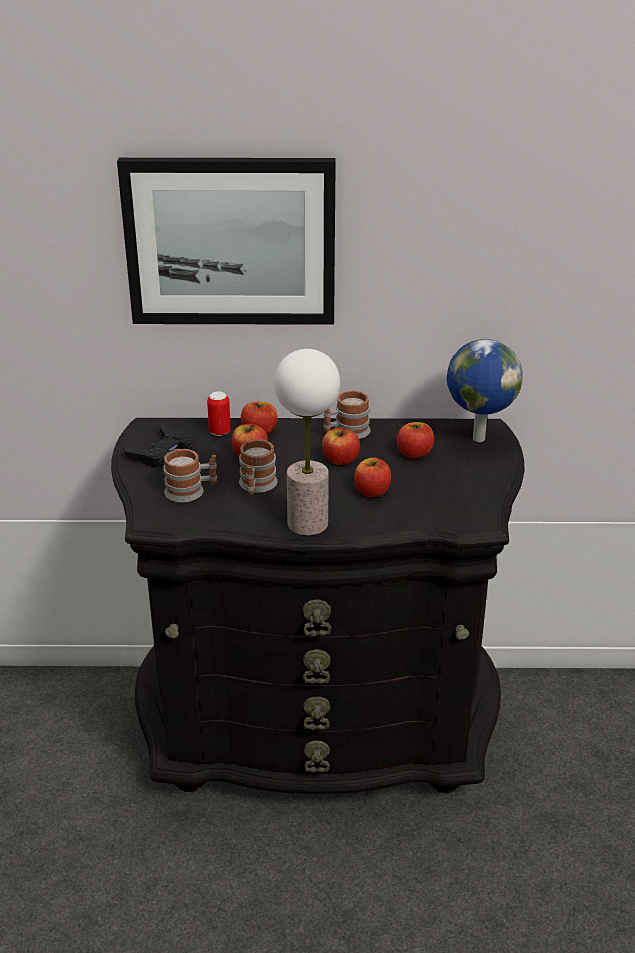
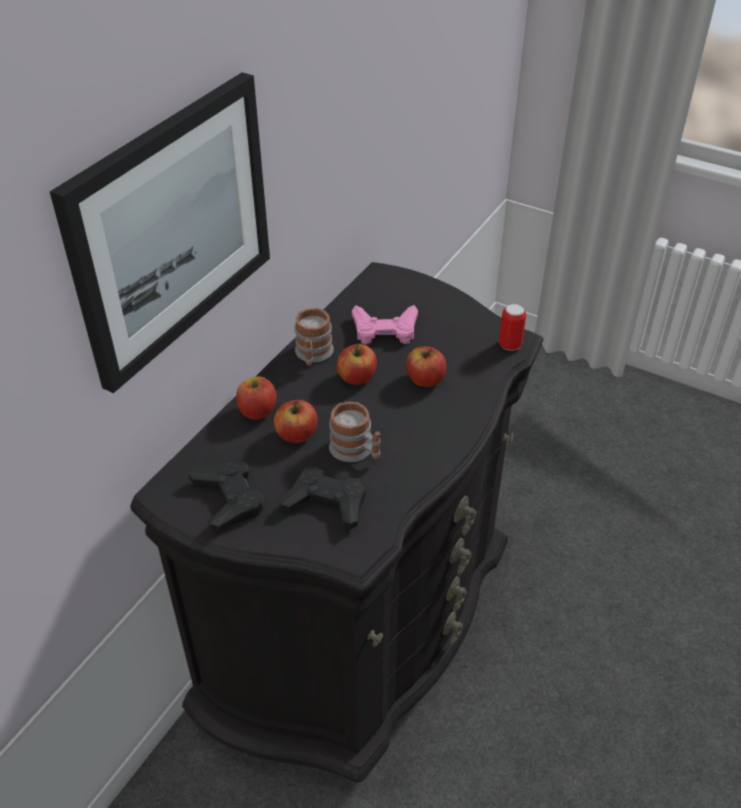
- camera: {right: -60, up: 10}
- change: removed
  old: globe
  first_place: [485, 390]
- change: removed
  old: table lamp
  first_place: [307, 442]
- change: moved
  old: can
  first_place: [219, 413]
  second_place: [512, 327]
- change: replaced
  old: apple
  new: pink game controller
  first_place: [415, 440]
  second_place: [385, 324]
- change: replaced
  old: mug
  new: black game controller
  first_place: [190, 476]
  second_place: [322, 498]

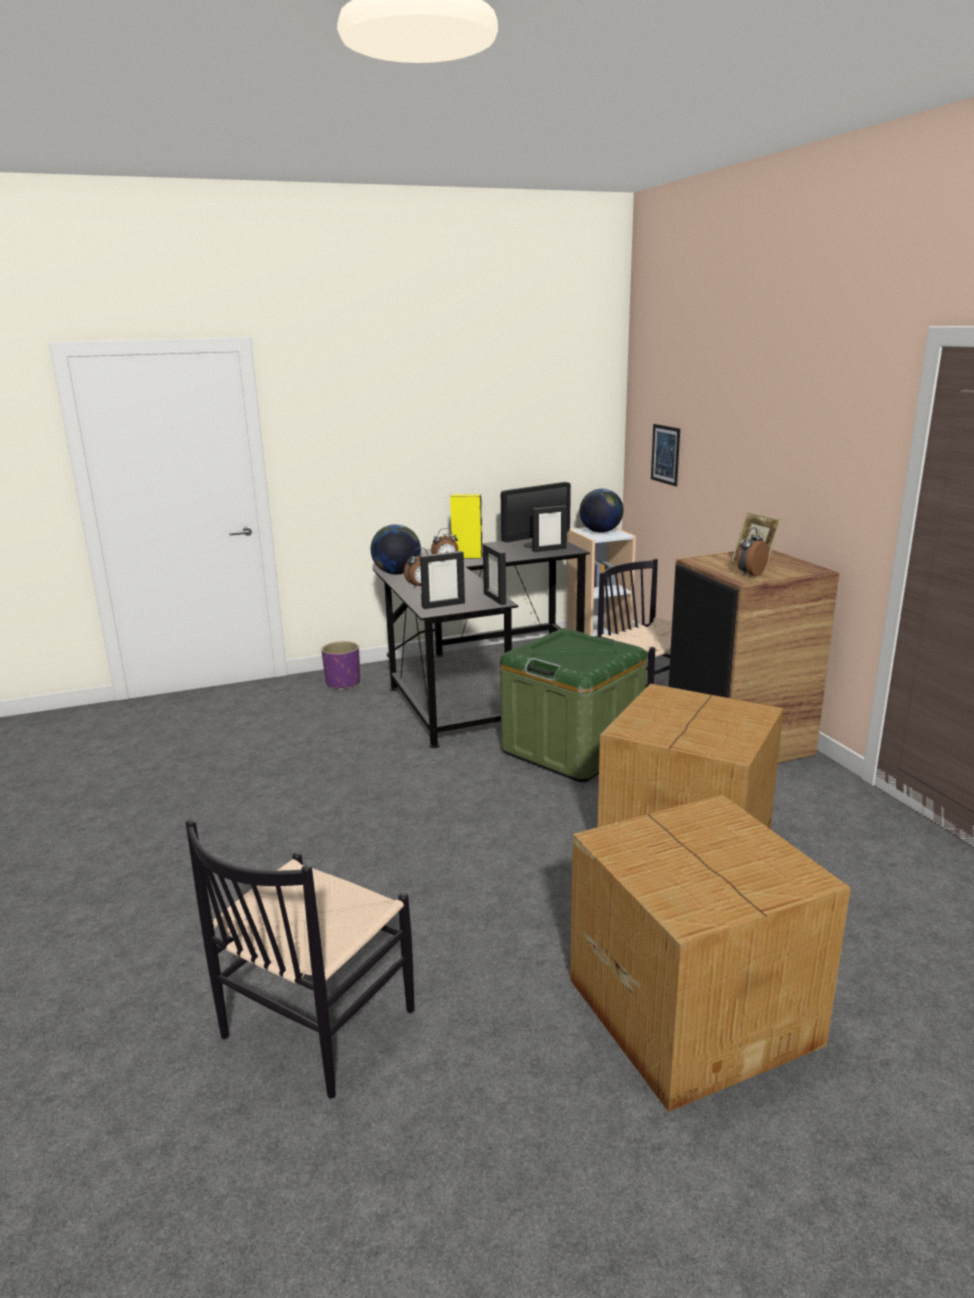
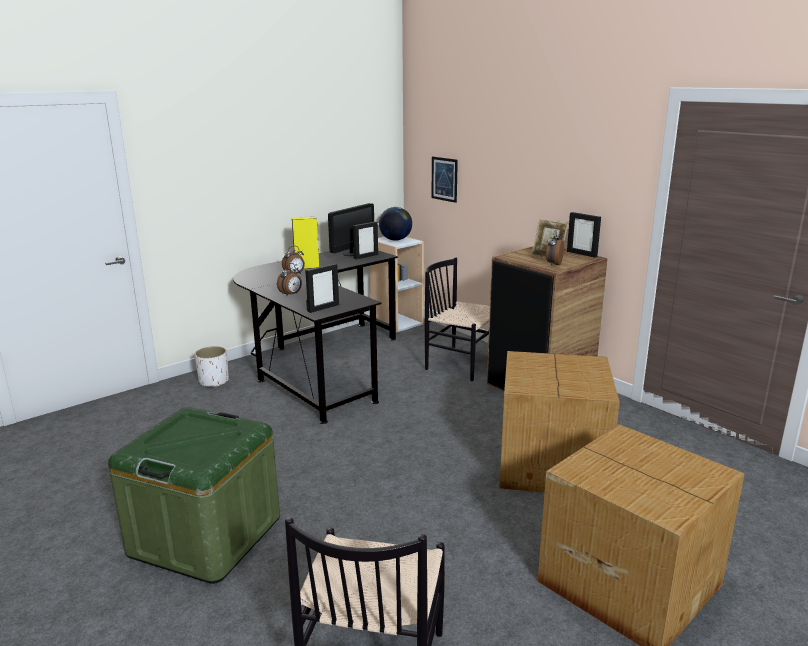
- camera: {right: -20, up: 0}
- change: removed
  old: globe
  first_place: [396, 549]
- change: moved
  old: picture frame
  first_place: [494, 574]
  second_place: [584, 235]
- change: moved
  old: green storage box
  first_place: [573, 705]
  second_place: [194, 495]
- change: recoloured
  old: purple planter
  new: white planter
  first_place: [340, 665]
  second_place: [211, 367]

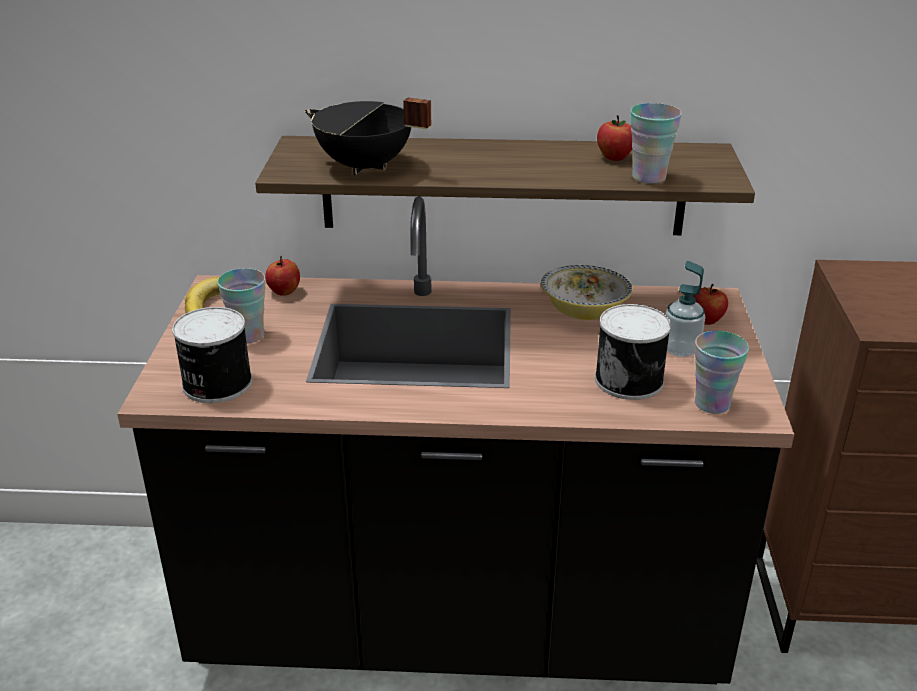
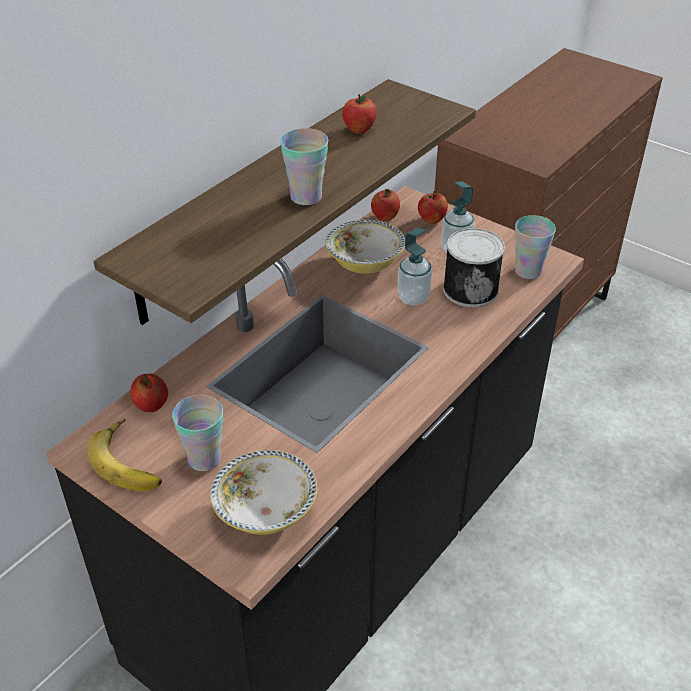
- camera: {right: -55, up: 10}
- change: removed
  old: black cooking pot
  first_place: [368, 136]
- change: moved
  old: cup
  first_place: [656, 143]
  second_place: [304, 166]
- change: replaced
  old: can
  new: bowl
  first_place: [212, 355]
  second_place: [263, 492]
- change: added
  new: apple
  second_place: [385, 205]
- change: added
  new: soap dispenser
  second_place: [414, 267]

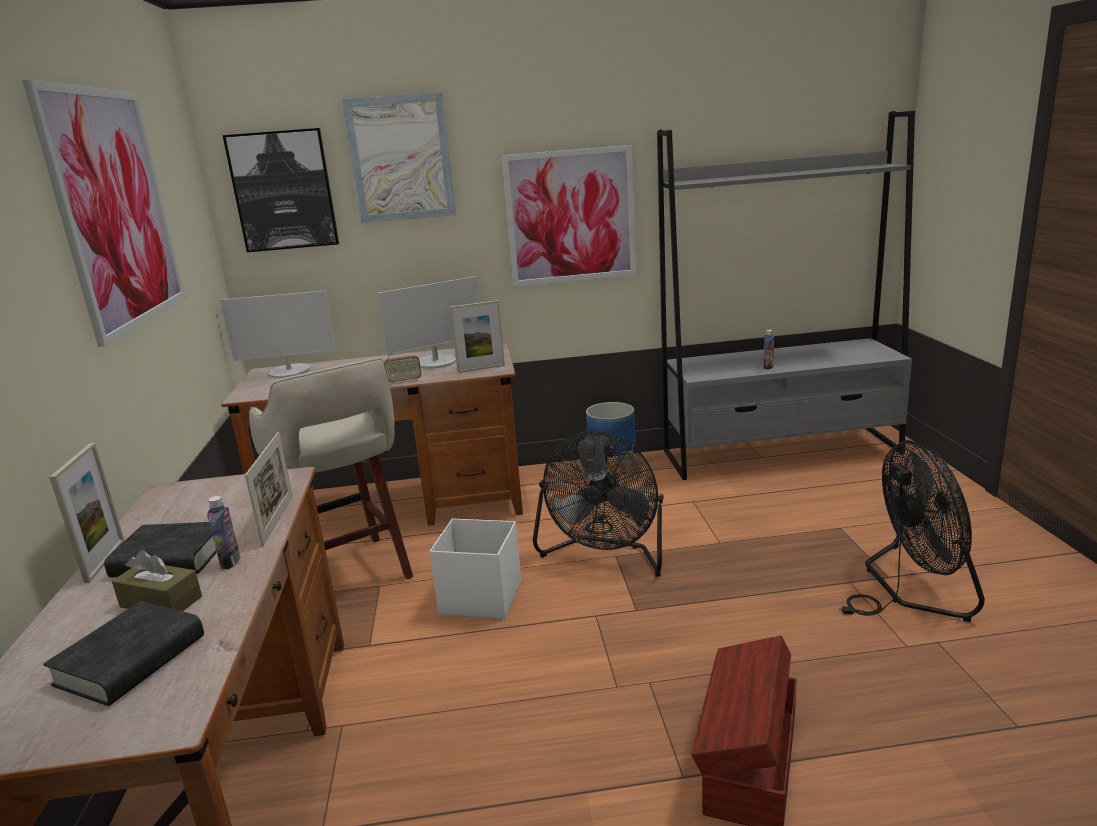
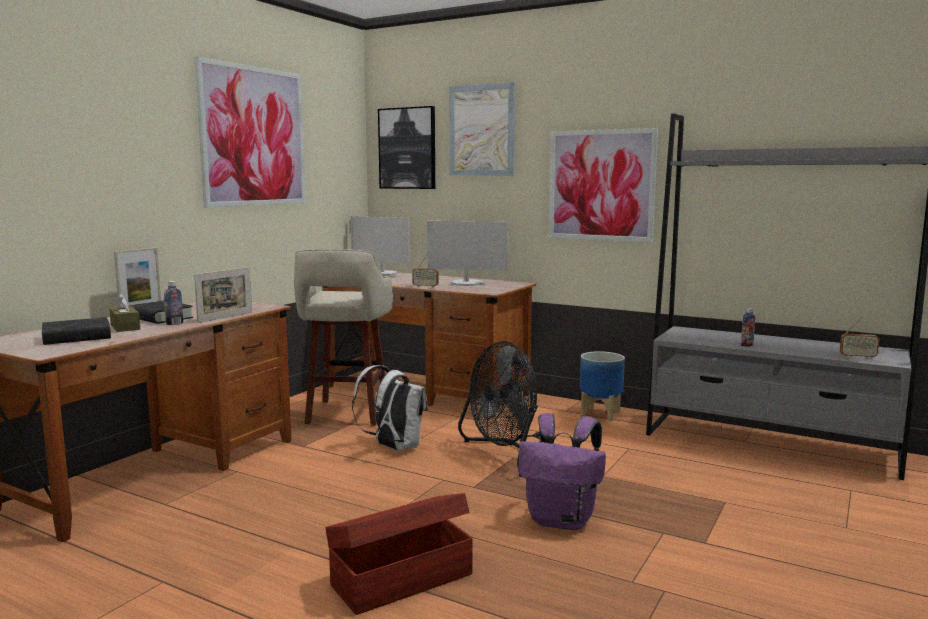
- camera: {right: 35, up: -10}
- change: removed
  old: picture frame
  first_place: [477, 336]
- change: removed
  old: black fan
  first_place: [912, 531]
- change: replaced
  old: white storage box
  new: white backpack
  first_place: [476, 568]
  second_place: [390, 408]
- change: added
  new: radio
  second_place: [860, 338]
- change: added
  new: purple backpack
  second_place: [562, 471]

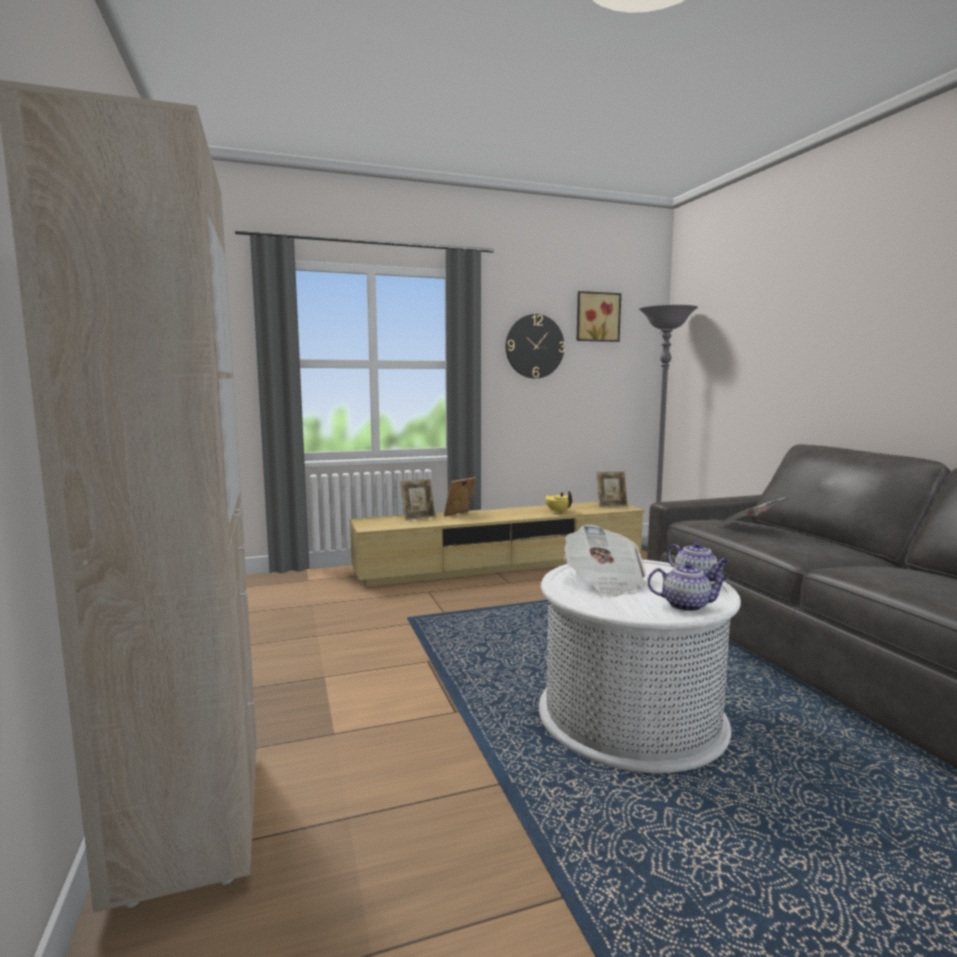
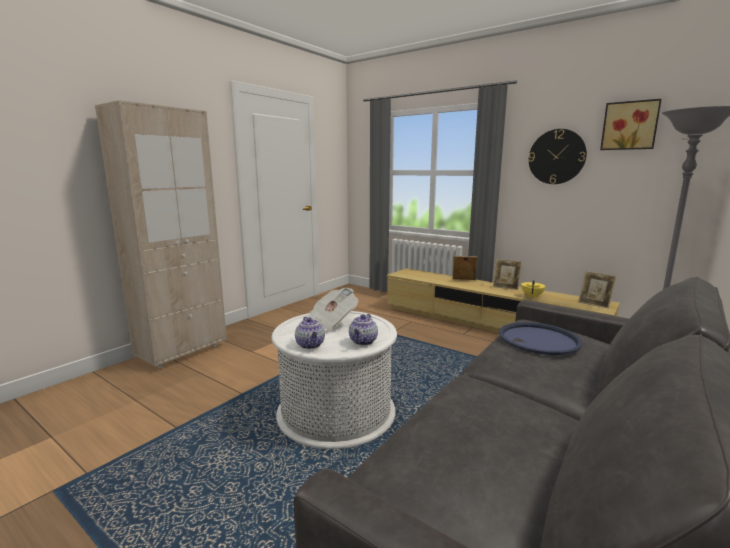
- camera: {right: 55, up: 5}
- change: moved
  old: picture frame
  first_place: [418, 499]
  second_place: [507, 274]
- change: replaced
  old: newspaper
  new: blue tray
  first_place: [753, 510]
  second_place: [541, 338]

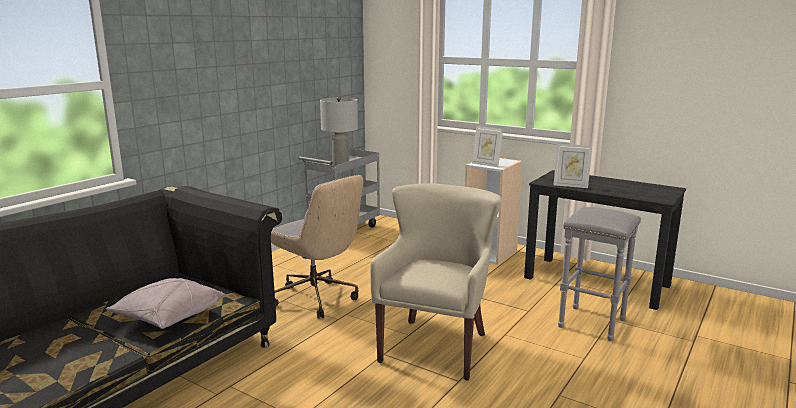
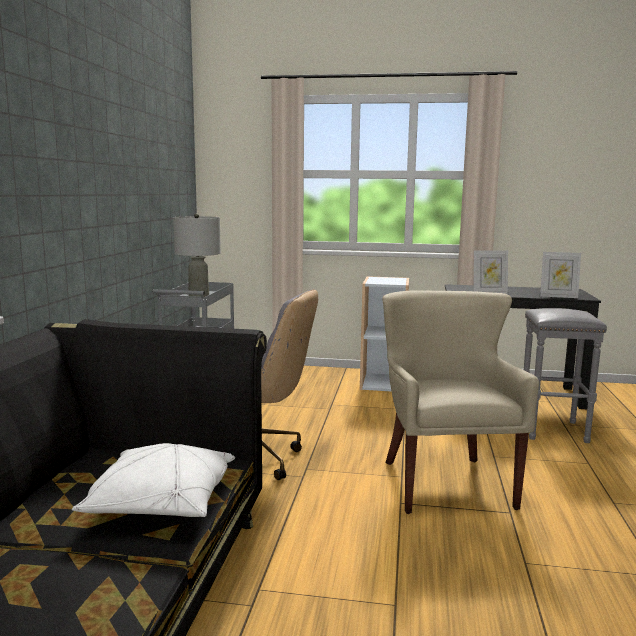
- camera: {right: -25, up: -5}
- change: moved
  old: picture frame
  first_place: [487, 146]
  second_place: [560, 275]
- change: recoloured
  old: purple pillow
  new: white pillow
  first_place: [166, 303]
  second_place: [153, 480]

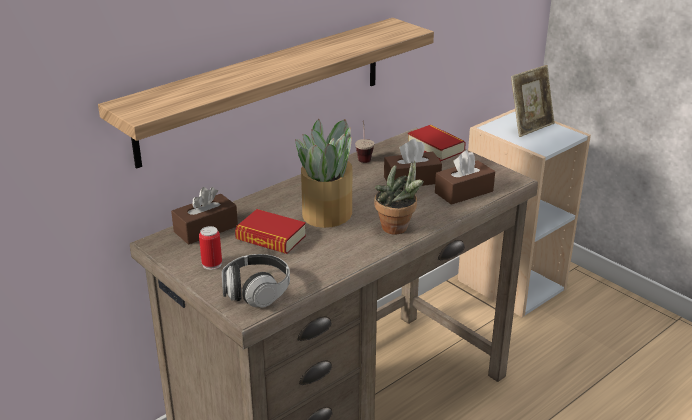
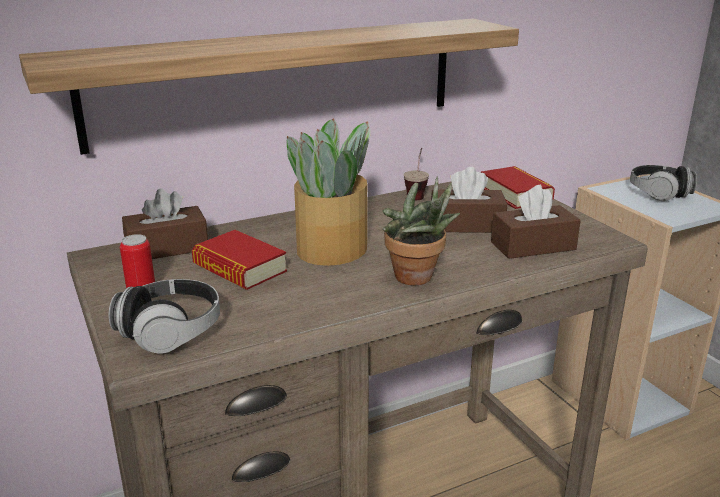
- camera: {right: 15, up: -5}
- change: replaced
  old: picture frame
  new: headphones
  first_place: [533, 101]
  second_place: [663, 183]

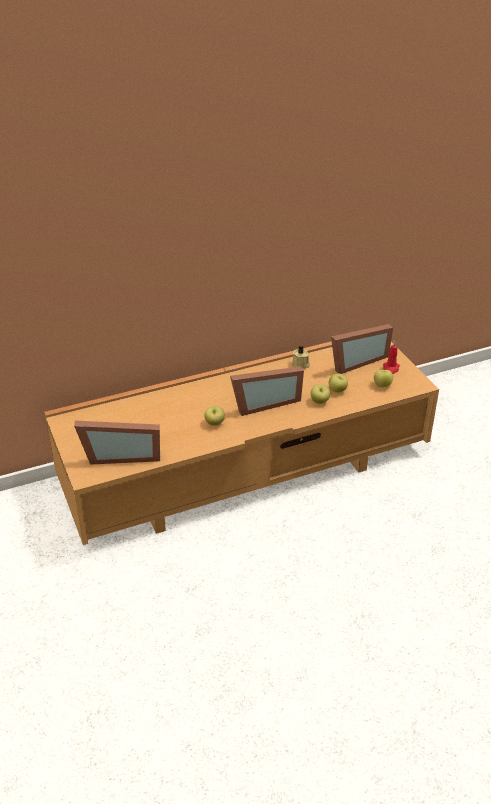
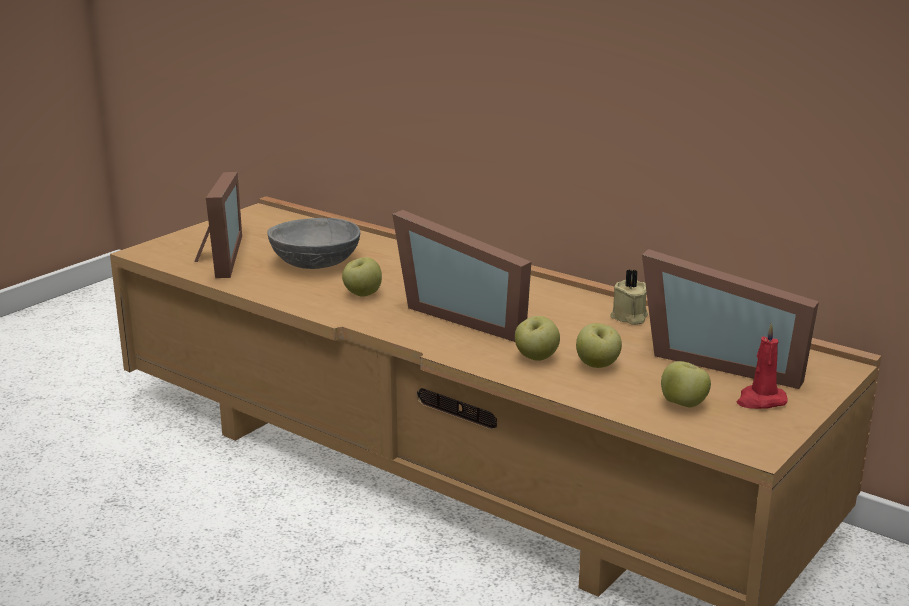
- camera: {right: 60, up: -15}
- change: turned
  old: picture frame
  first_place: [117, 443]
  second_place: [218, 225]
  degrees: -150
- change: added
  new: grey bowl
  second_place: [313, 243]

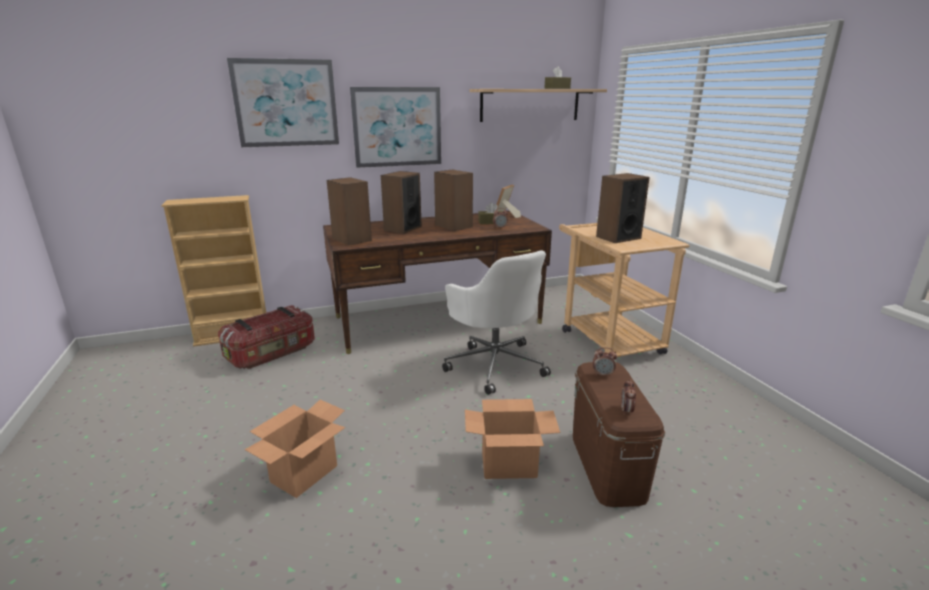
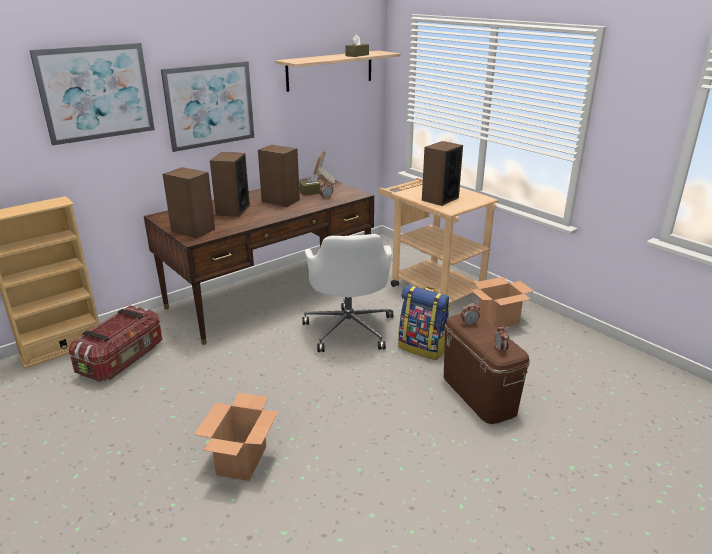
- camera: {right: -20, up: 5}
- change: turned
  old: white office chair
  first_place: [496, 322]
  second_place: [347, 293]
  degrees: 45
- change: moved
  old: cardboard box
  first_place: [512, 439]
  second_place: [502, 302]
- change: added
  new: backpack
  second_place: [424, 322]

